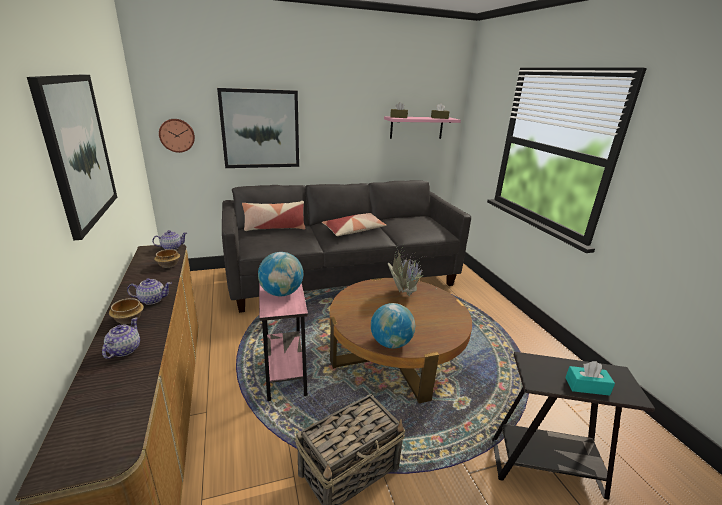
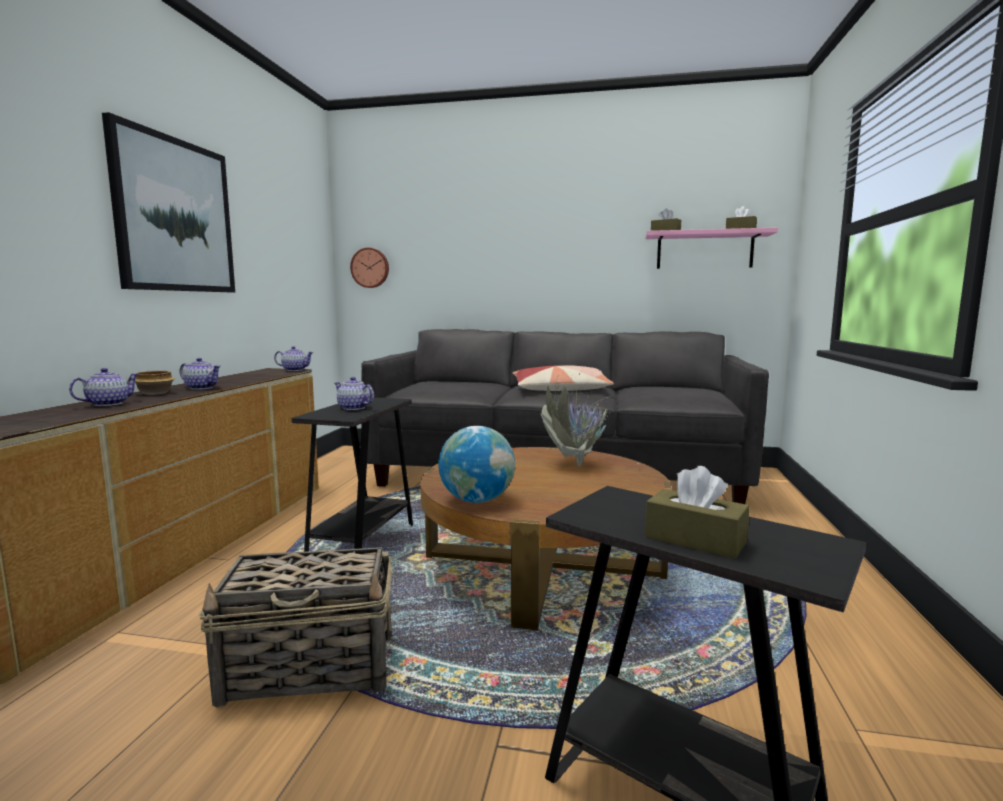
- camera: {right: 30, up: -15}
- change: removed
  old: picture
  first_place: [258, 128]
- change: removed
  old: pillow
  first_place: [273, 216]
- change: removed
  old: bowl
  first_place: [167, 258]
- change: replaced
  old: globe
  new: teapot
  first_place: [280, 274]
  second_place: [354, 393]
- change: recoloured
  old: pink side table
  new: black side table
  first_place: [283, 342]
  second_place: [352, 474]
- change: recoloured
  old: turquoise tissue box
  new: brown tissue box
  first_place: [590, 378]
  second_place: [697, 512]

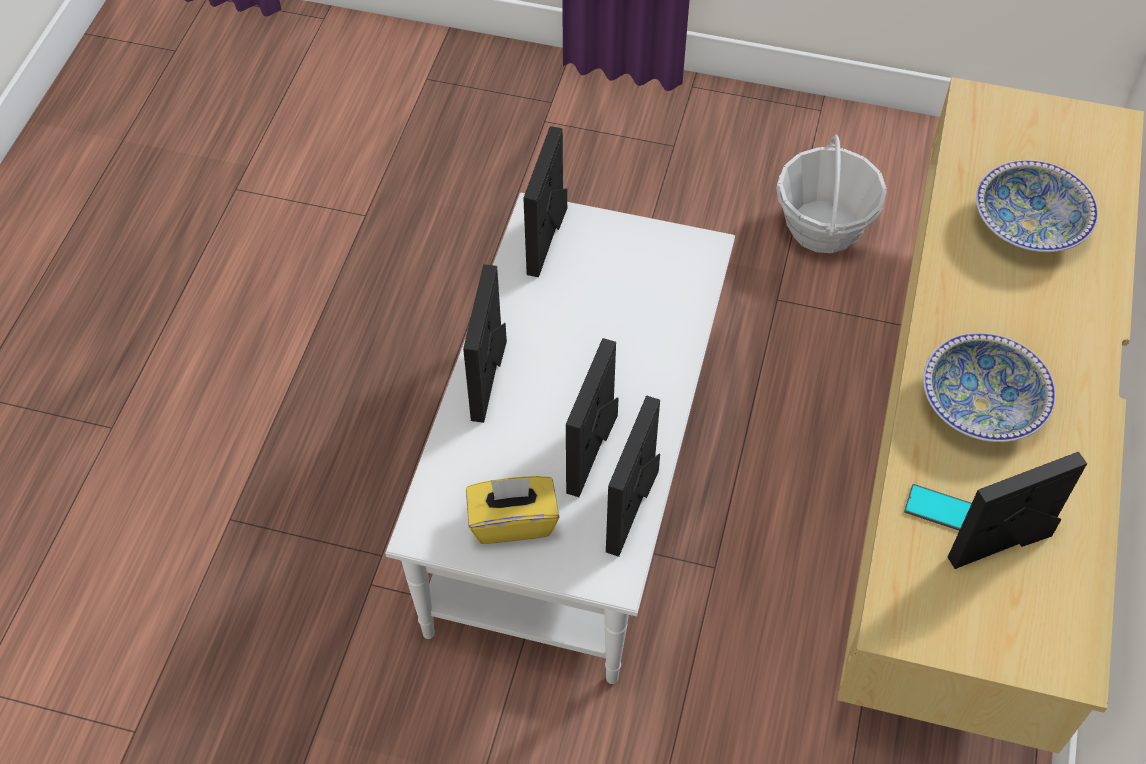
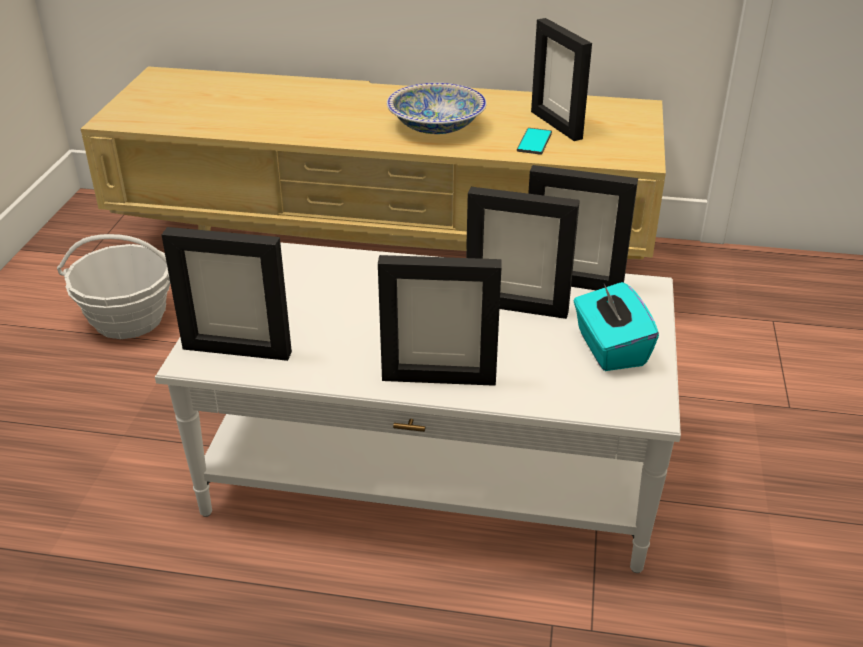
- camera: {right: -95, up: -20}
- change: removed
  old: bowl
  first_place: [1037, 206]
- change: recoloured
  old: yellow tissue box
  new: turquoise tissue box
  first_place: [512, 510]
  second_place: [616, 326]

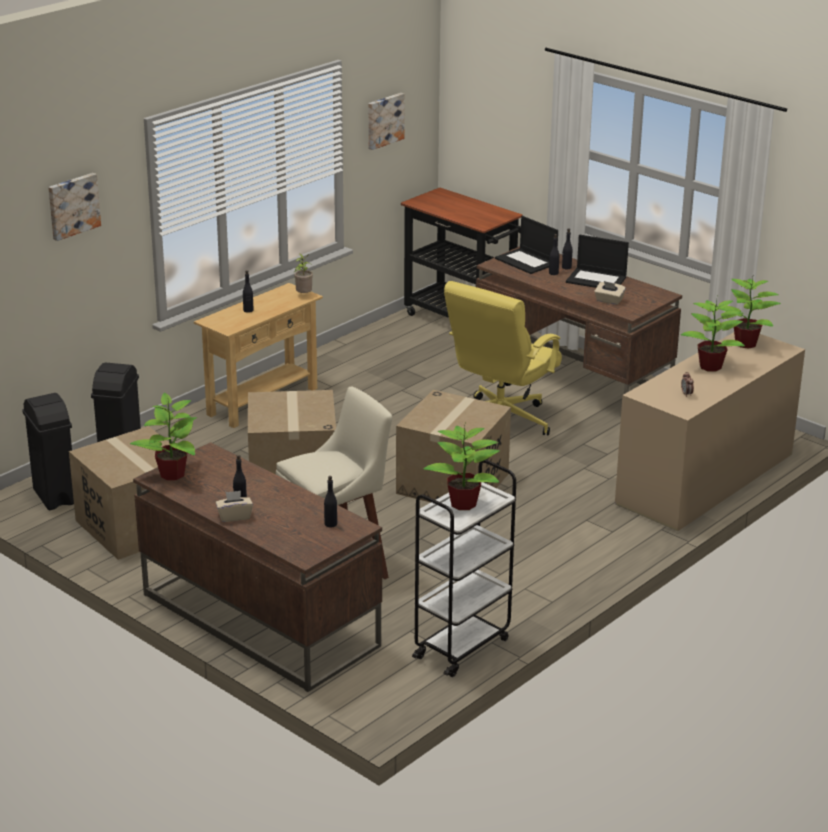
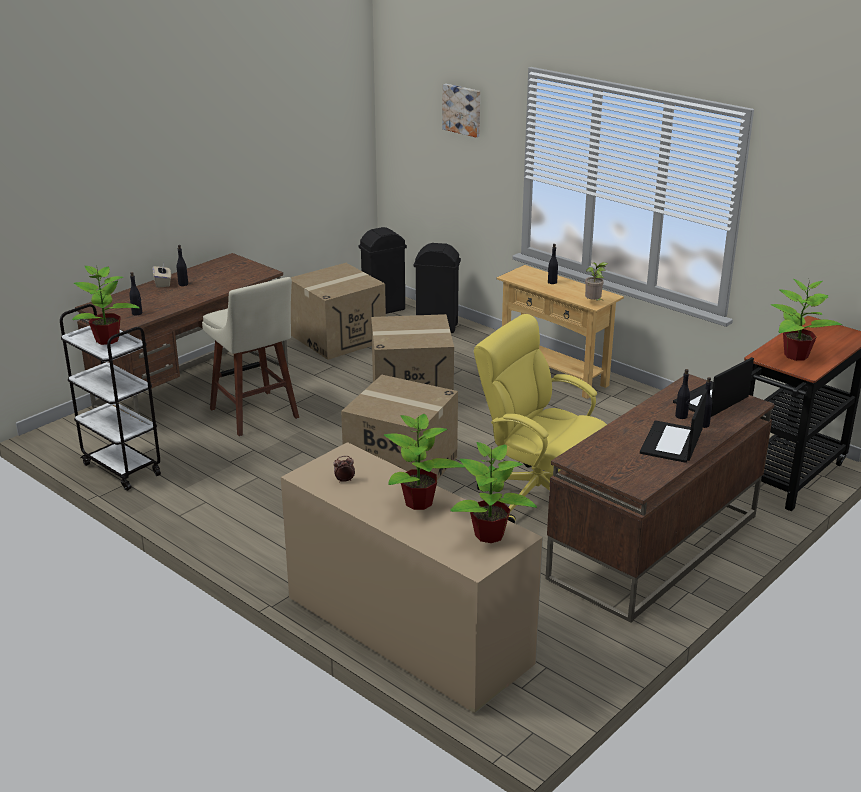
- camera: {right: 90, up: 0}
- change: removed
  old: picture
  first_place: [386, 121]
- change: removed
  old: beige tissue box
  first_place: [610, 293]
- change: moved
  old: potted plant
  first_place: [163, 436]
  second_place: [806, 320]

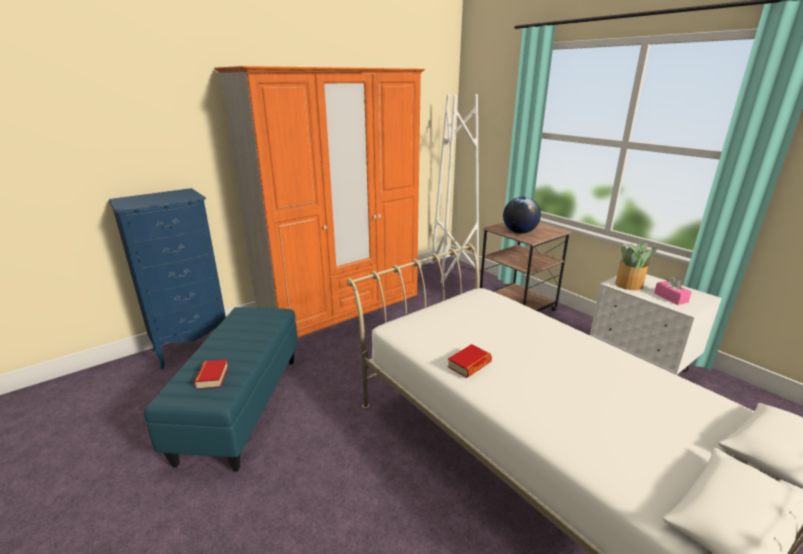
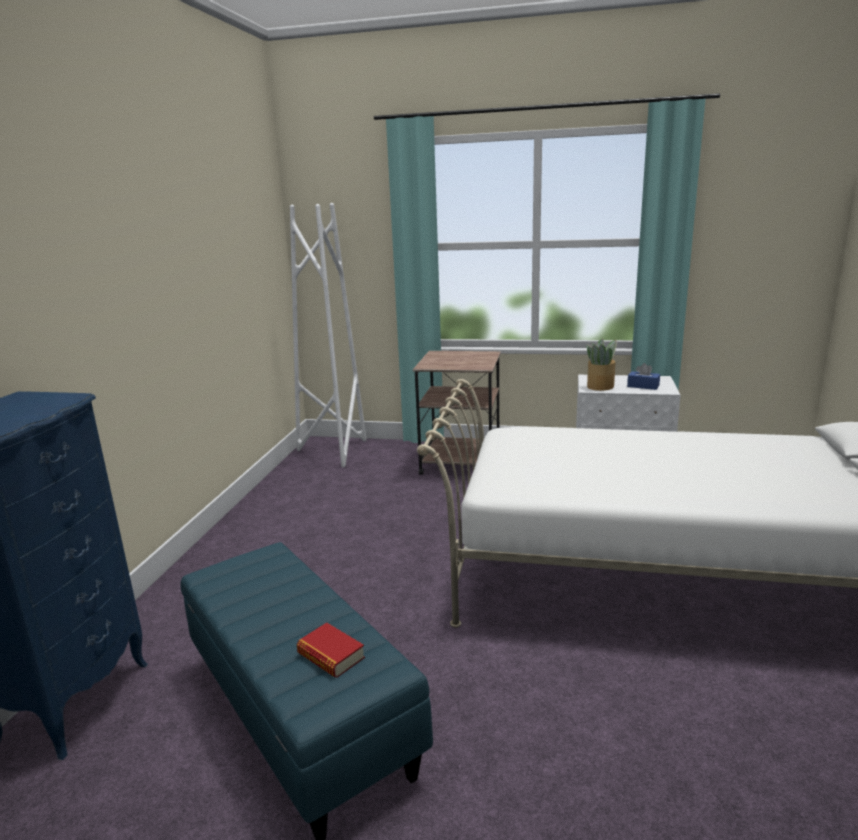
- camera: {right: -40, up: -5}
- change: removed
  old: orange wardrobe
  first_place: [319, 201]
- change: removed
  old: globe
  first_place: [522, 215]
- change: recoloured
  old: pink tissue box
  new: blue tissue box
  first_place: [673, 290]
  second_place: [643, 376]
- change: removed
  old: book
  first_place: [470, 361]

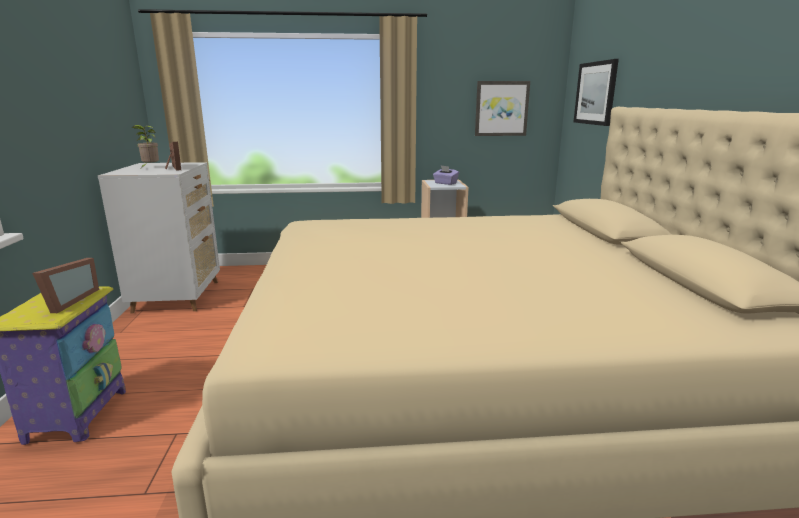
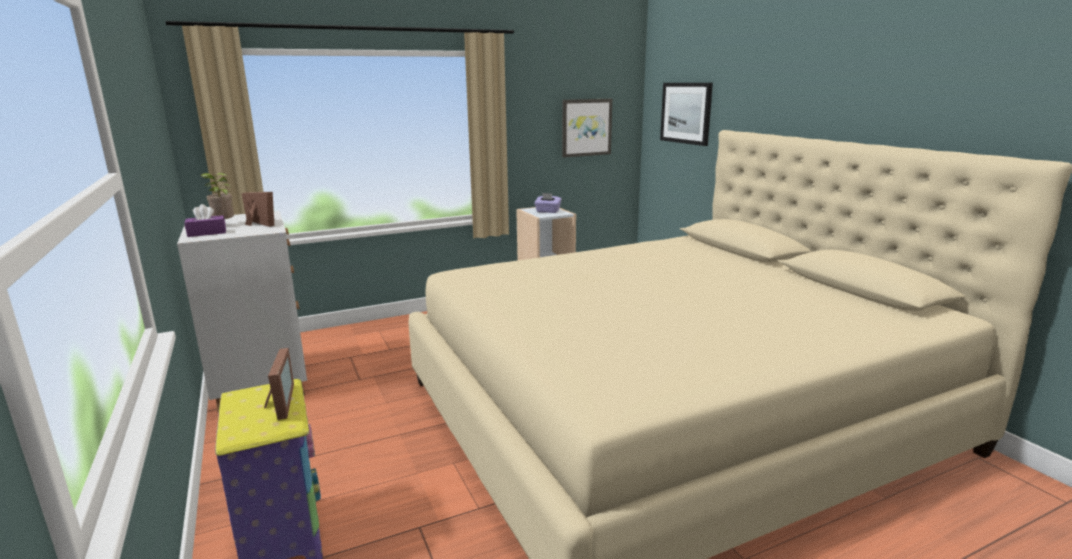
- camera: {right: -20, up: 0}
- change: added
  new: purple tissue box
  second_place: [205, 220]

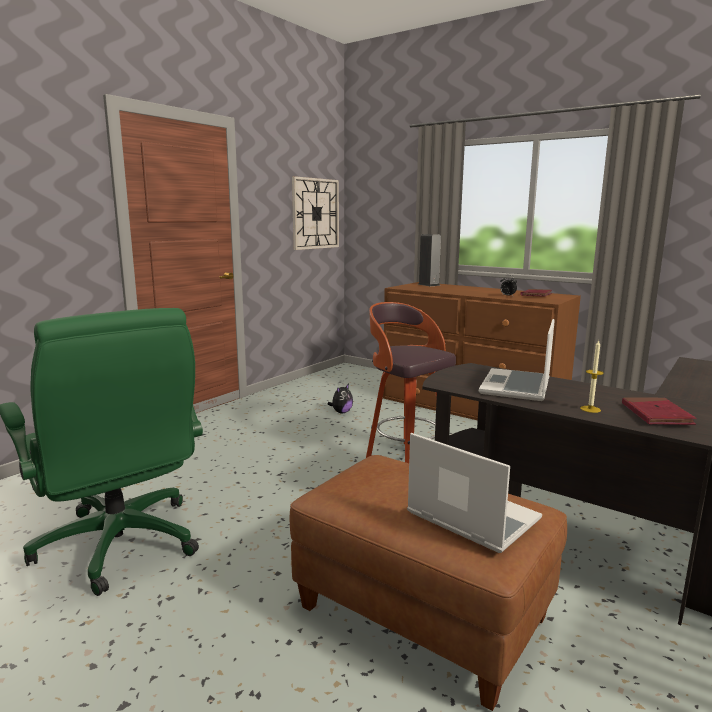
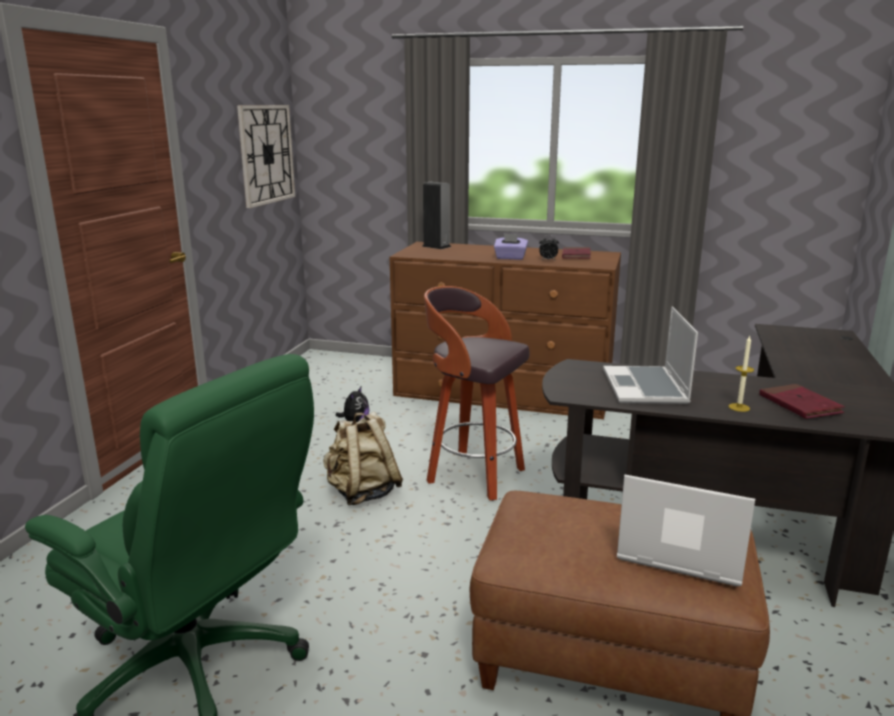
- camera: {right: -20, up: 5}
- change: added
  new: purple tissue box
  second_place: [511, 246]
- change: added
  new: beige backpack
  second_place: [363, 458]

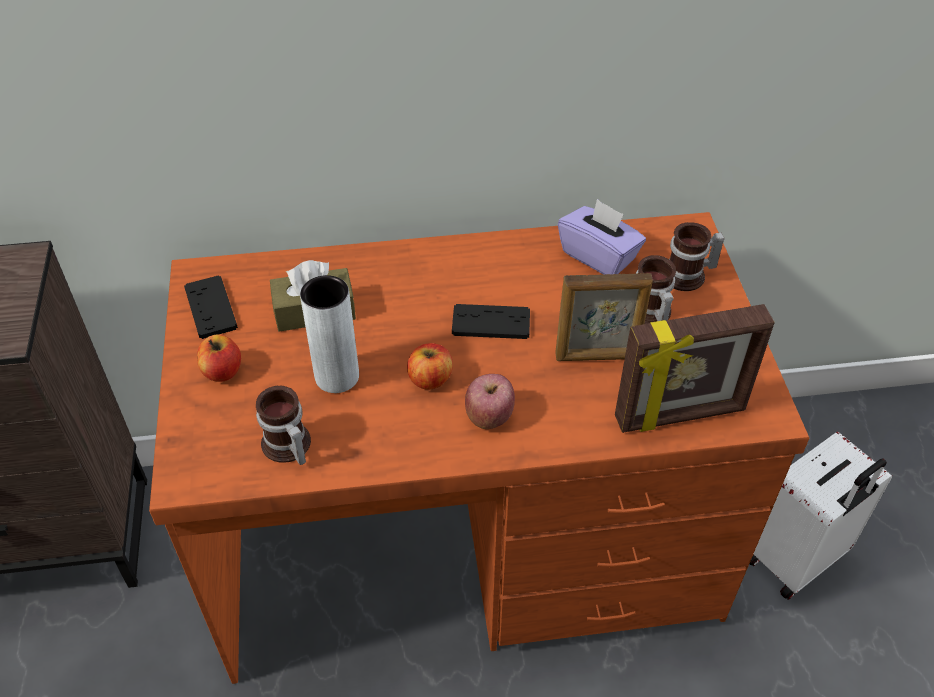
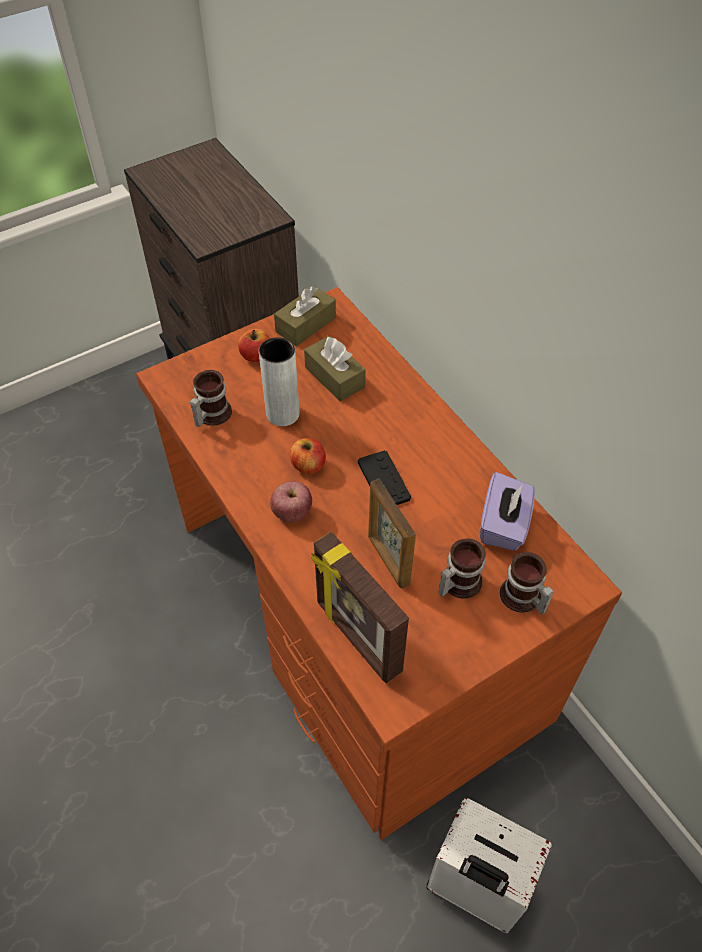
- camera: {right: 65, up: 5}
- change: replaced
  old: black game controller
  new: brown tissue box
  first_place: [211, 307]
  second_place: [305, 316]

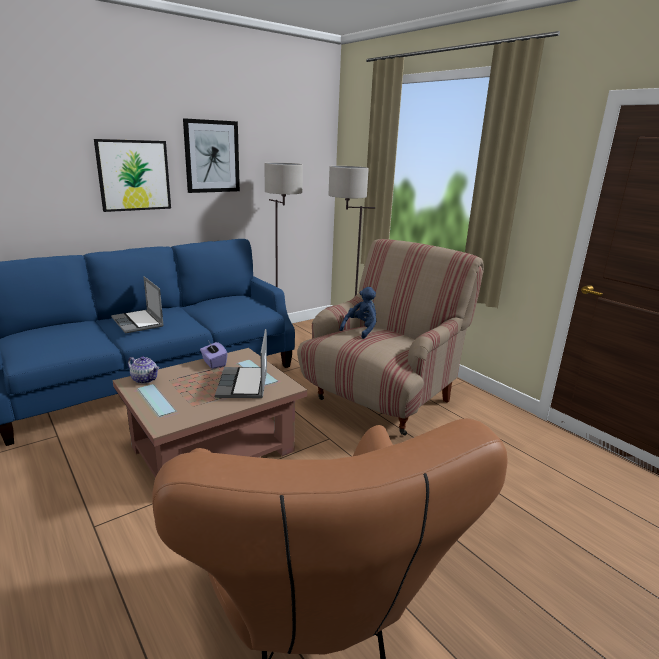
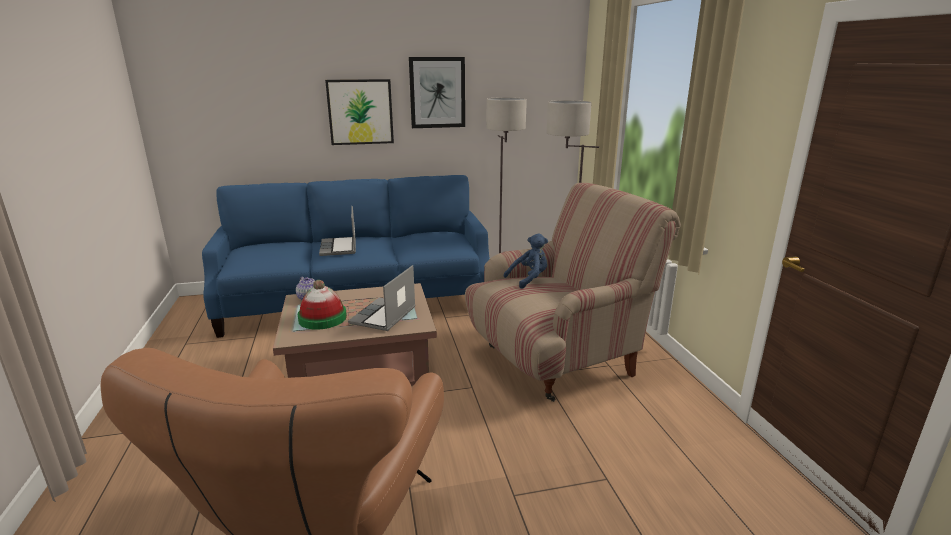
- camera: {right: 25, up: 0}
- change: removed
  old: purple tissue box
  first_place: [214, 355]
- change: added
  new: hat
  second_place: [322, 305]

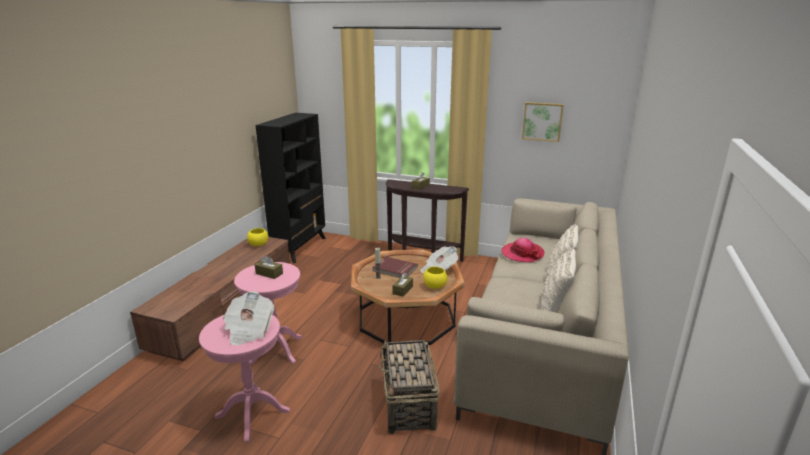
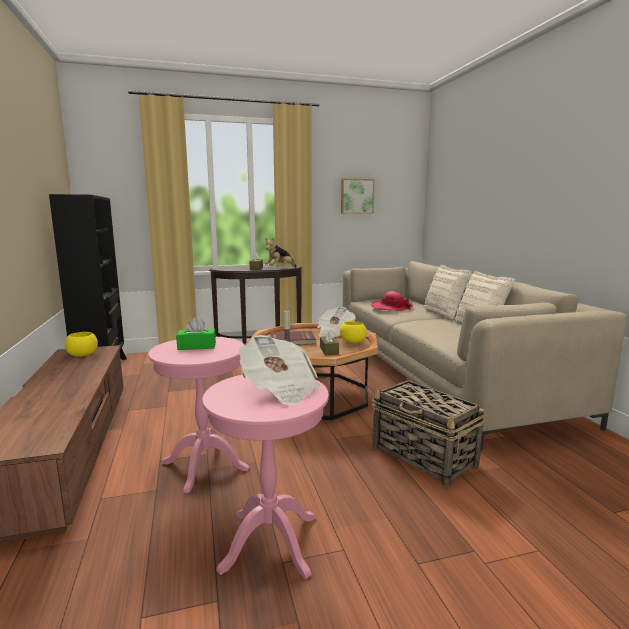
- camera: {right: -35, up: -10}
- change: recoloured
  old: brown tissue box
  new: green tissue box
  first_place: [269, 267]
  second_place: [196, 333]
- change: added
  new: plush toy
  second_place: [280, 252]

